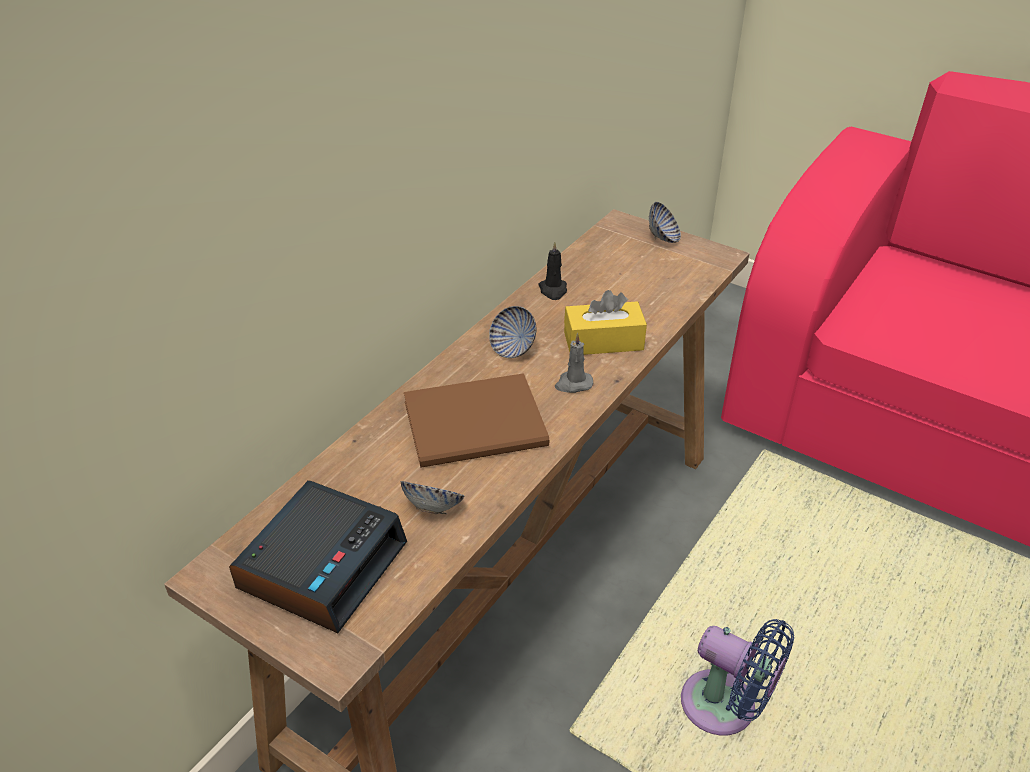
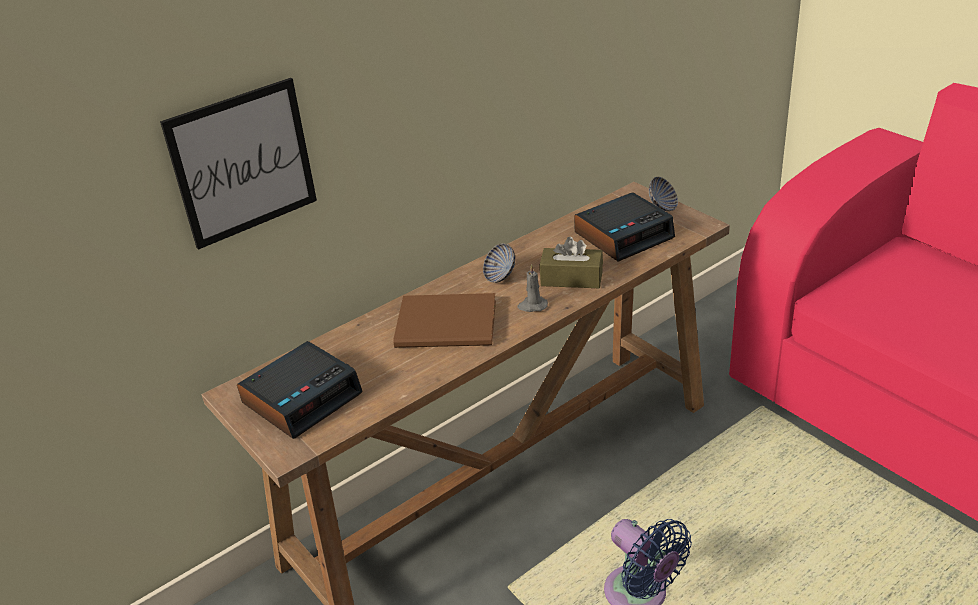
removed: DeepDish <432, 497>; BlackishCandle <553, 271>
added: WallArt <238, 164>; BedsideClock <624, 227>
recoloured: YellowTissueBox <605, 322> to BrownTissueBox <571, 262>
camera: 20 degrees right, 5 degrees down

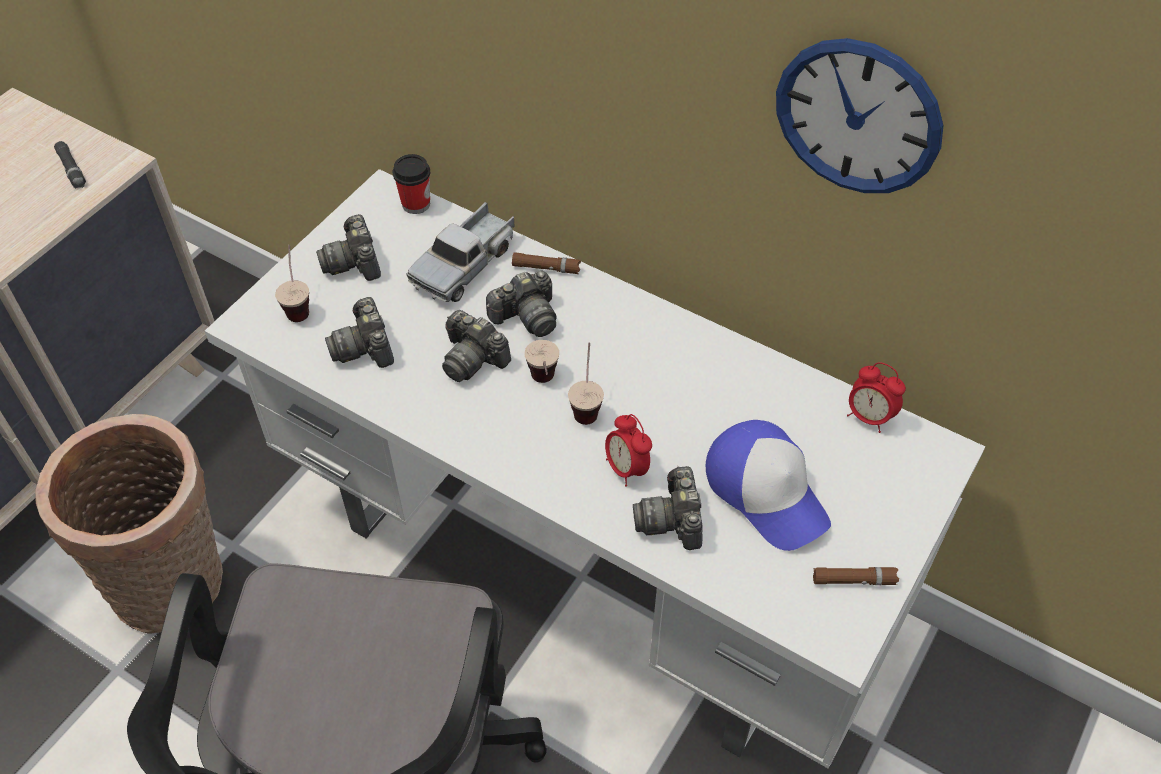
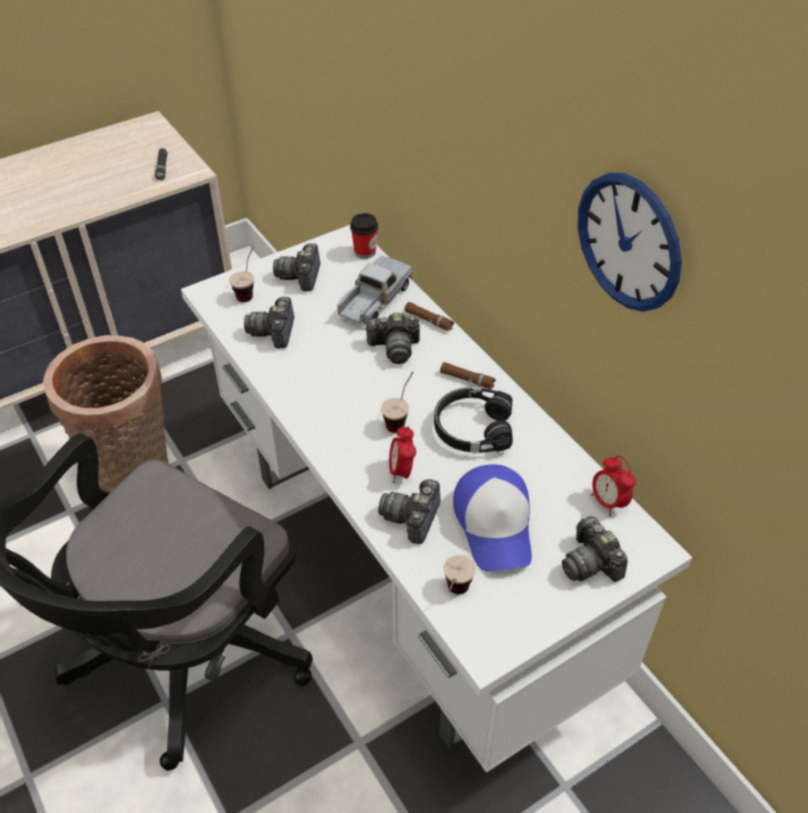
added: BlackishHeadset <473, 420>
moved: BrownTorch <856, 576> to <468, 376>; DrinkingCup <541, 361> to <459, 574>; PhotoCamera <476, 346> to <595, 549>
turned: ToyLorry <460, 252> = <375, 290> 150 degrees clockwise
camera: 25 degrees right, 5 degrees down

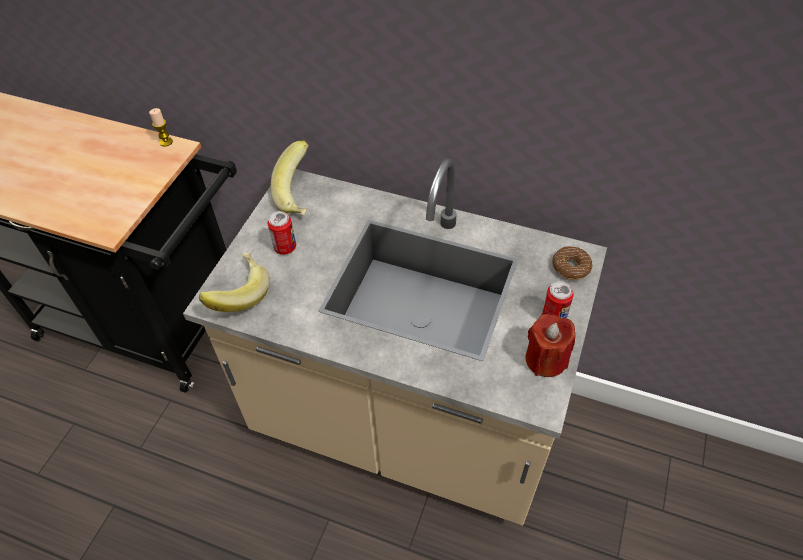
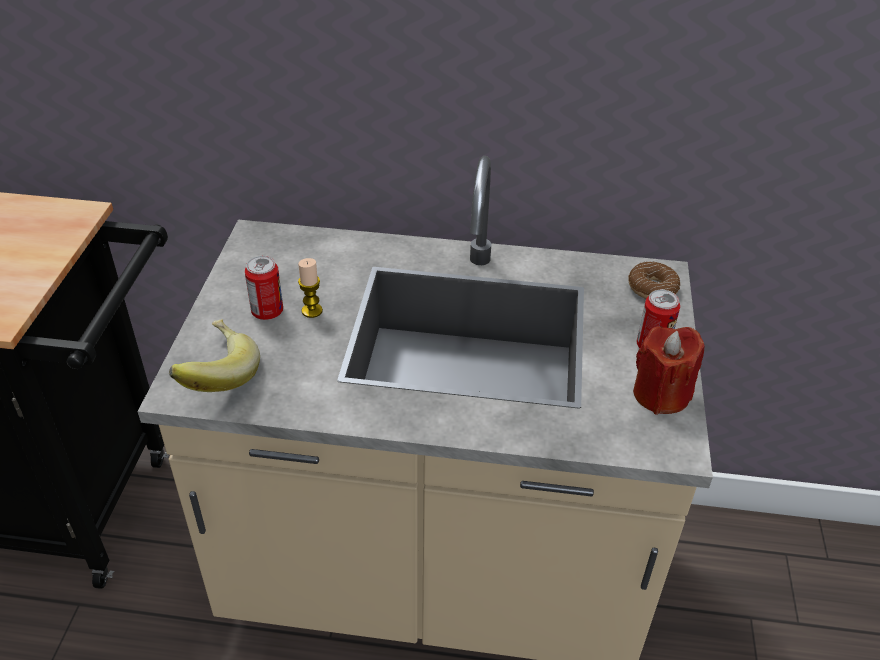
removed: WholeBanana <290, 178>
moved: Candle <161, 127> to <310, 288>
camera: 15 degrees left, 10 degrees down

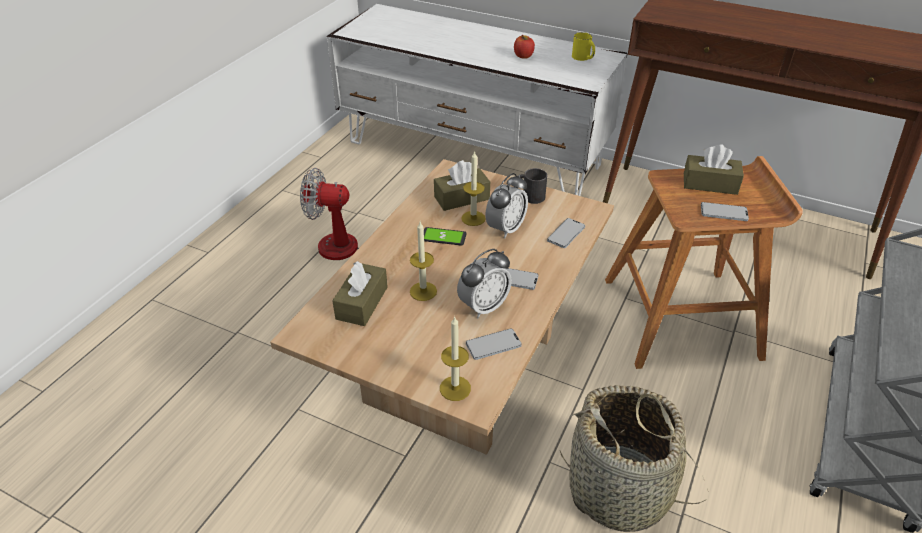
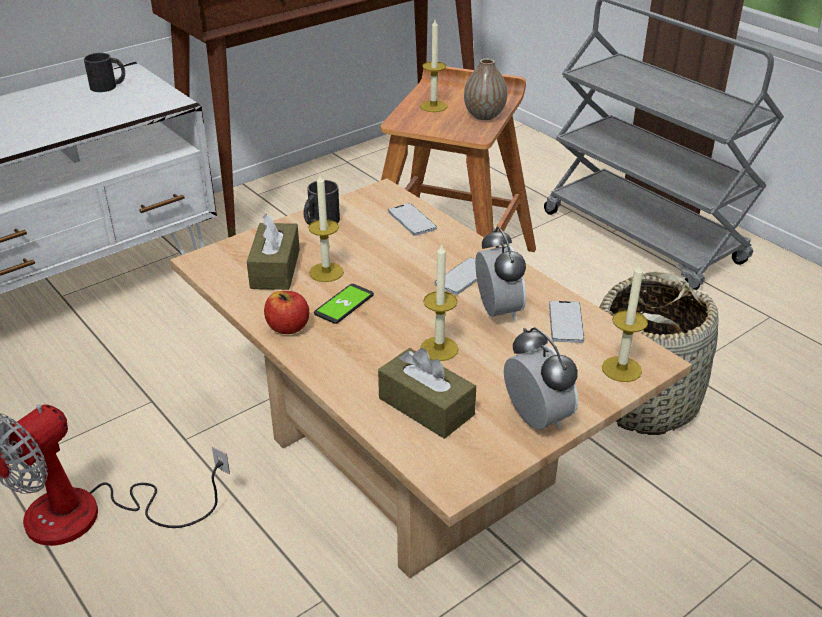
moved: WholeApple <524, 47> to <286, 312>; BedsideClock <507, 205> to <541, 378>
replaced: BrownTissueBox <714, 169> to Candle <433, 65>; Telephone <725, 211> to DecorativeVase <485, 89>
recoloured: YellowMug <583, 46> to BlackishMug <104, 72>
camera: 65 degrees left, 5 degrees down

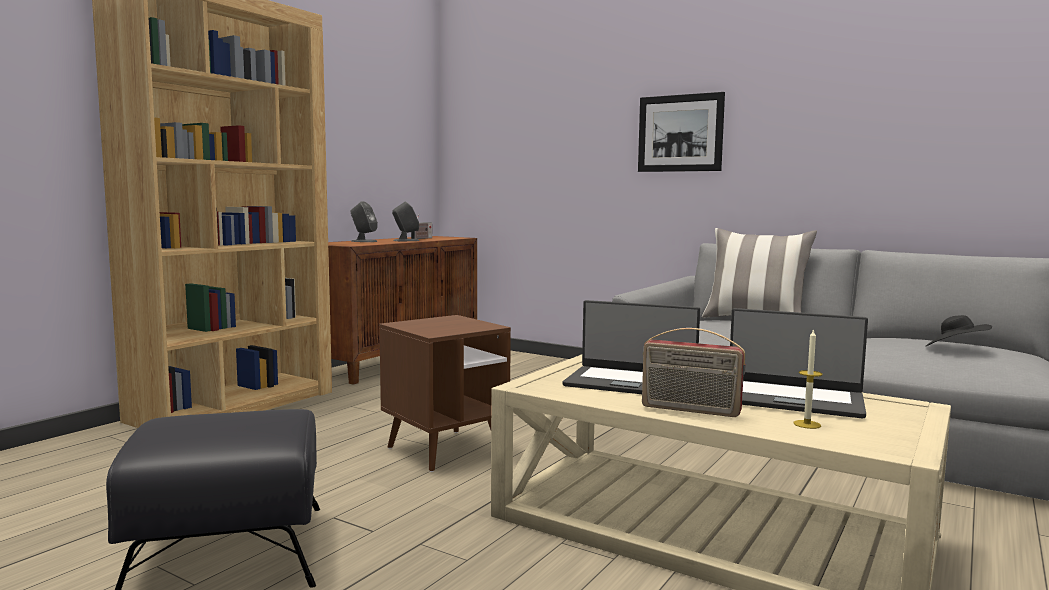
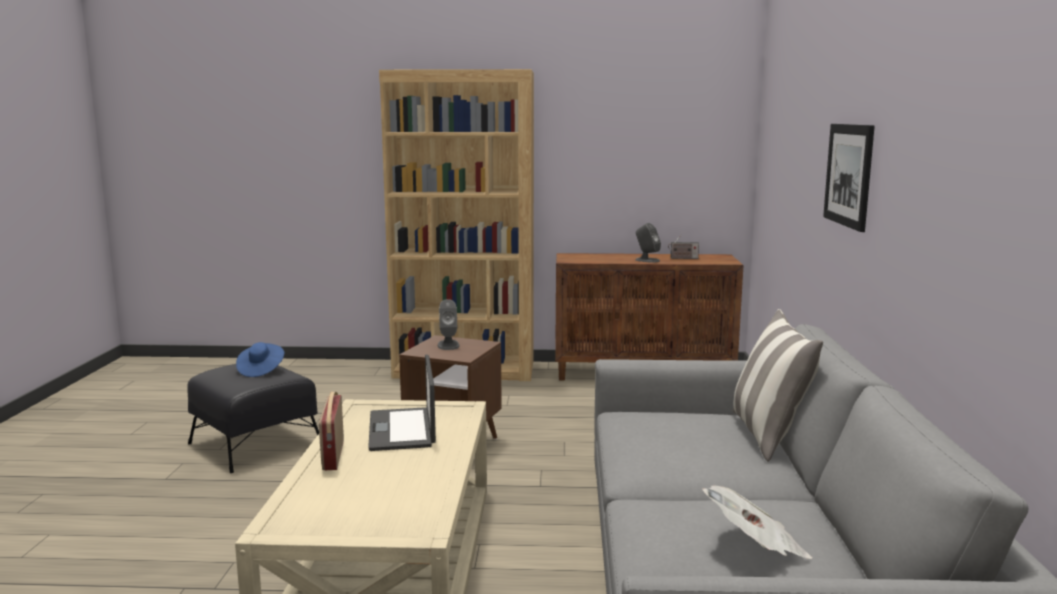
removed: NotebookComputer <799, 363>; Candle <808, 379>
added: BlueColouredWearableHat <260, 359>
moved: GreyAudioSpeaker <364, 221> to <448, 324>
replaced: BlackishWearableHat <959, 330> to PrintedPaper <757, 522>
camera: 60 degrees right, 5 degrees up

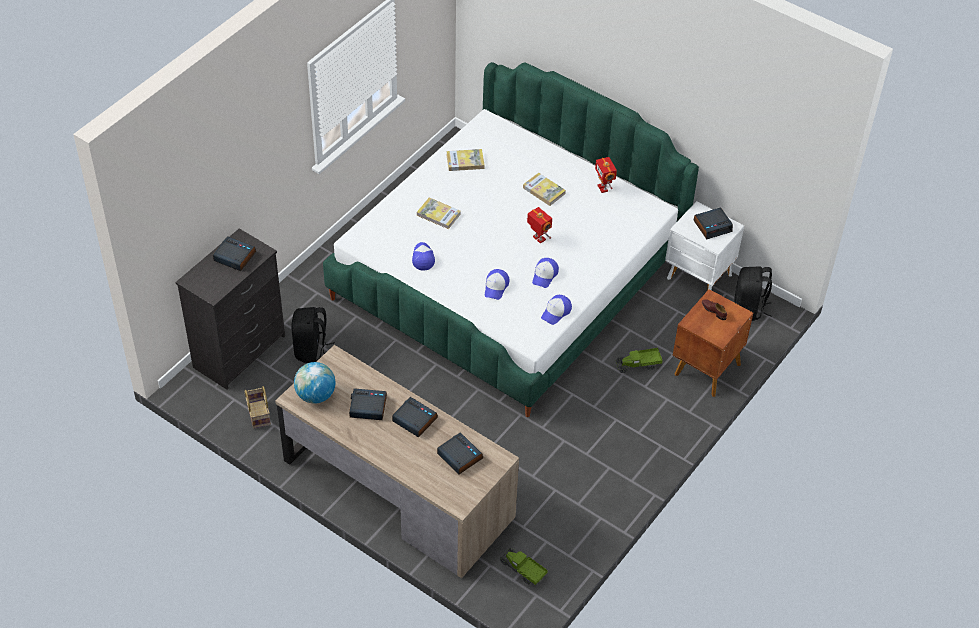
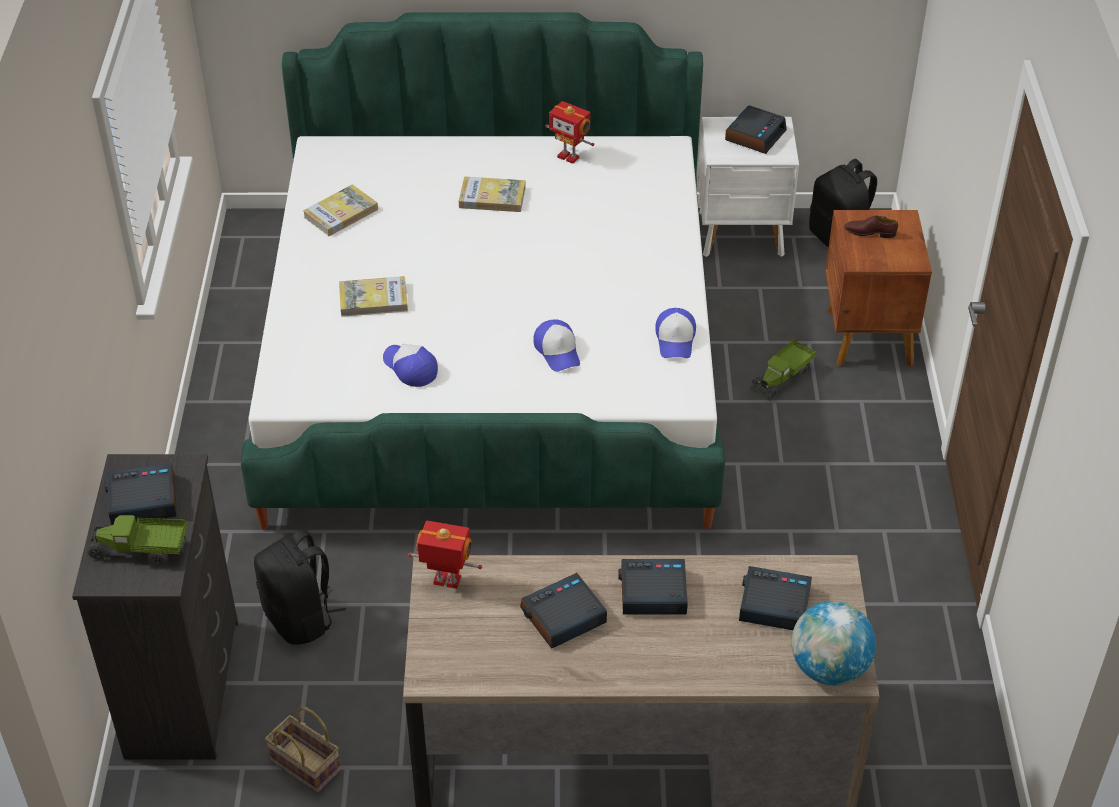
removed: Cap <545, 273>
moved: ToyLorry <524, 566> to <137, 540>; ModelRobot <539, 225> to <445, 555>; WorldGlobe <314, 383> to <833, 643>
camera: 35 degrees left, 5 degrees down

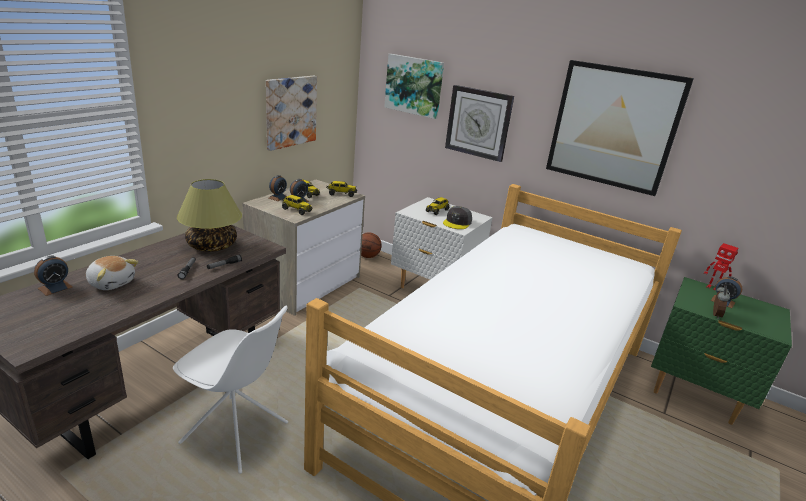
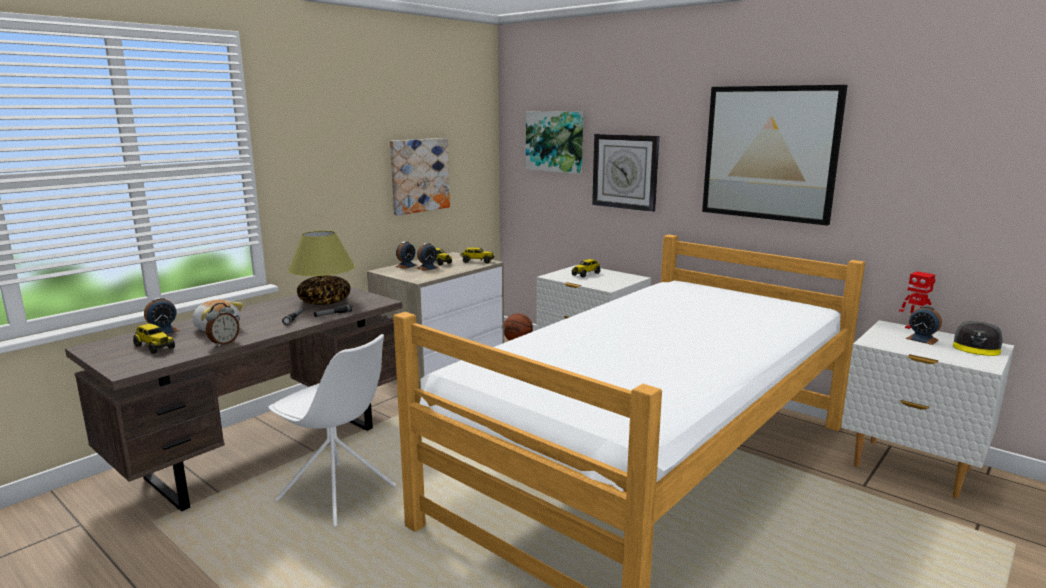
moved: ToyLorry <297, 205> to <154, 339>; BedsideClock <721, 302> to <222, 325>; GreyCap <457, 217> to <978, 338>
recoloured: GreenNightTable <721, 351> to WhiteNightTable <927, 409>
camera: 10 degrees right, 10 degrees down

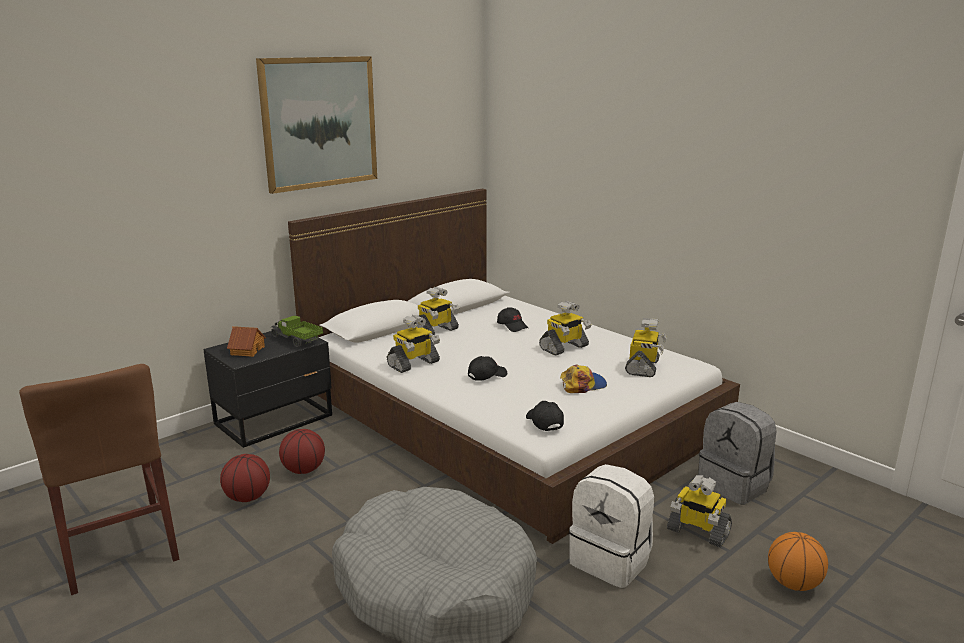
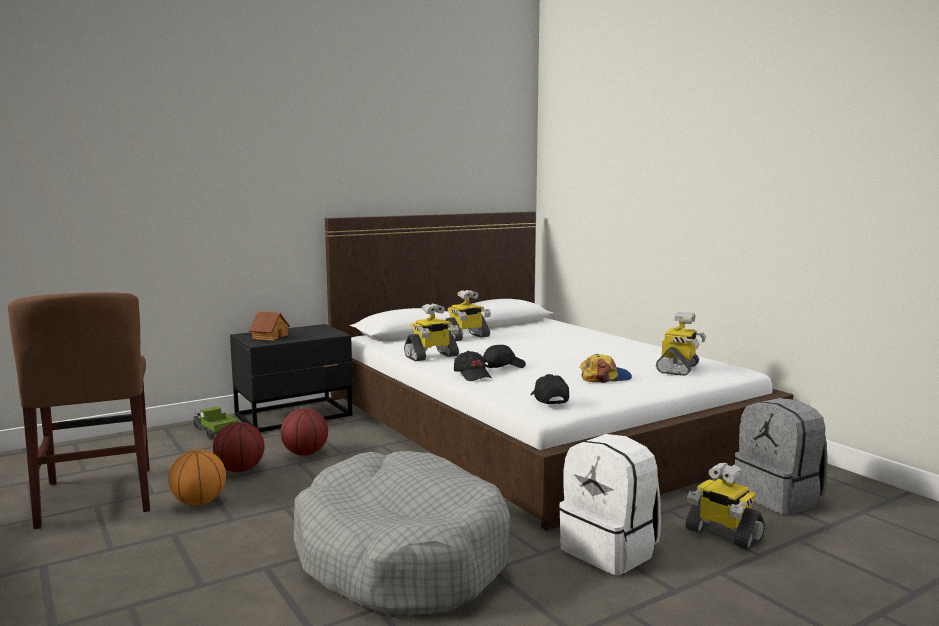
removed: WallArt <316, 125>; ModelRobot <565, 328>
moved: BallForBasketball <798, 561> to <197, 477>; ToyLorry <297, 331> to <215, 423>; BlackishCap <512, 319> to <473, 366>
camera: 10 degrees right, 10 degrees down

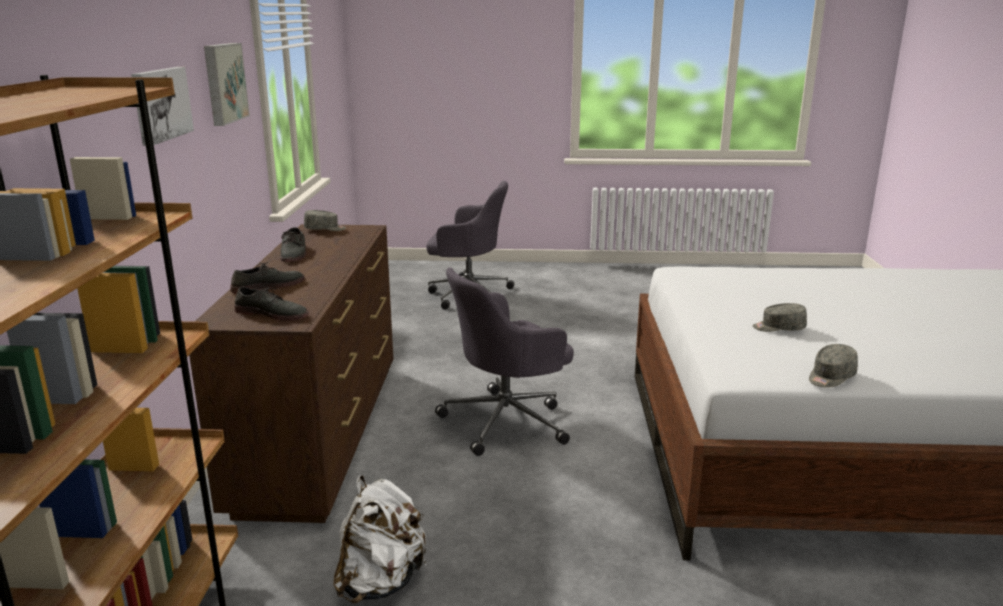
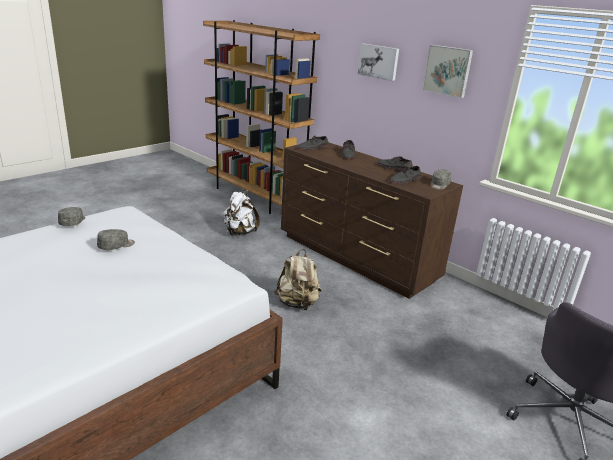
added: GreyLowShoe <405, 175>
replaced: GreyComputerChair <504, 362> to BeigeKnapsack <298, 279>
camera: 130 degrees right, 5 degrees up

